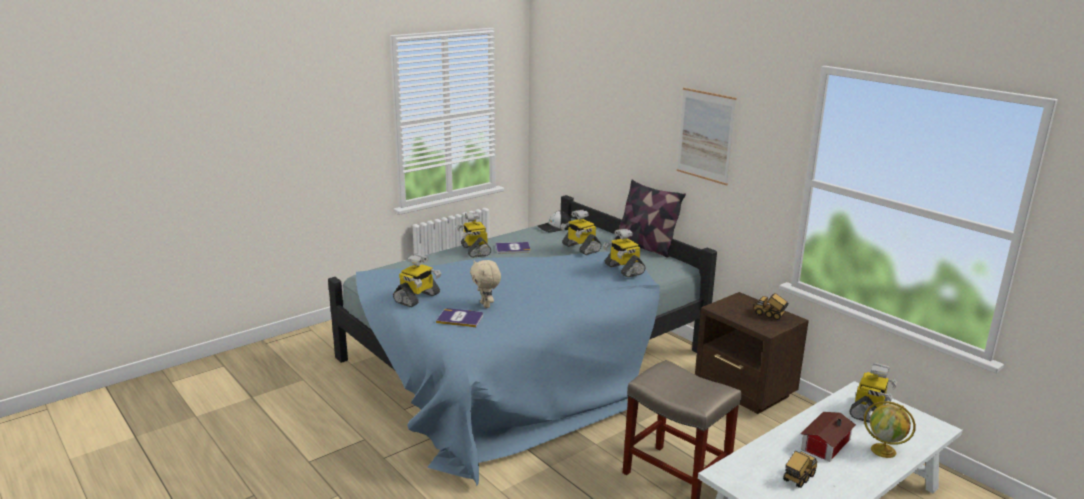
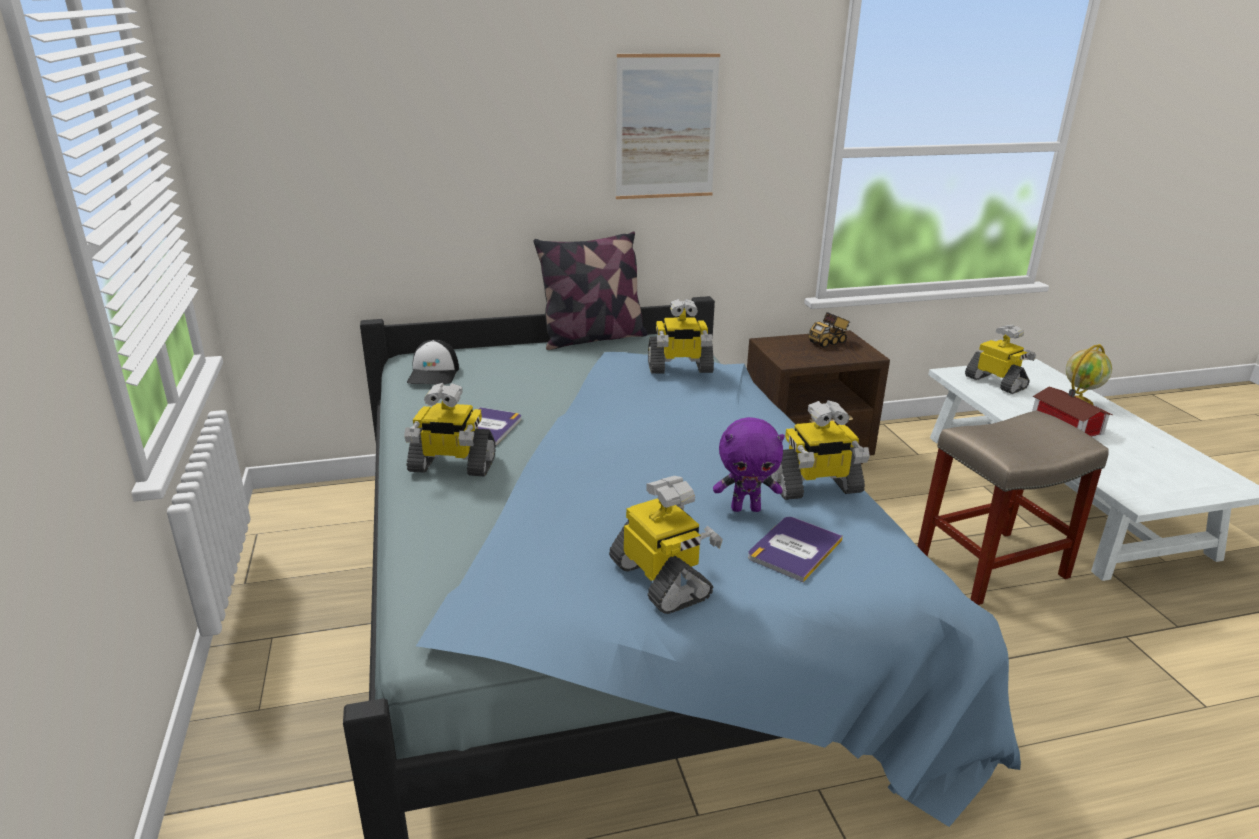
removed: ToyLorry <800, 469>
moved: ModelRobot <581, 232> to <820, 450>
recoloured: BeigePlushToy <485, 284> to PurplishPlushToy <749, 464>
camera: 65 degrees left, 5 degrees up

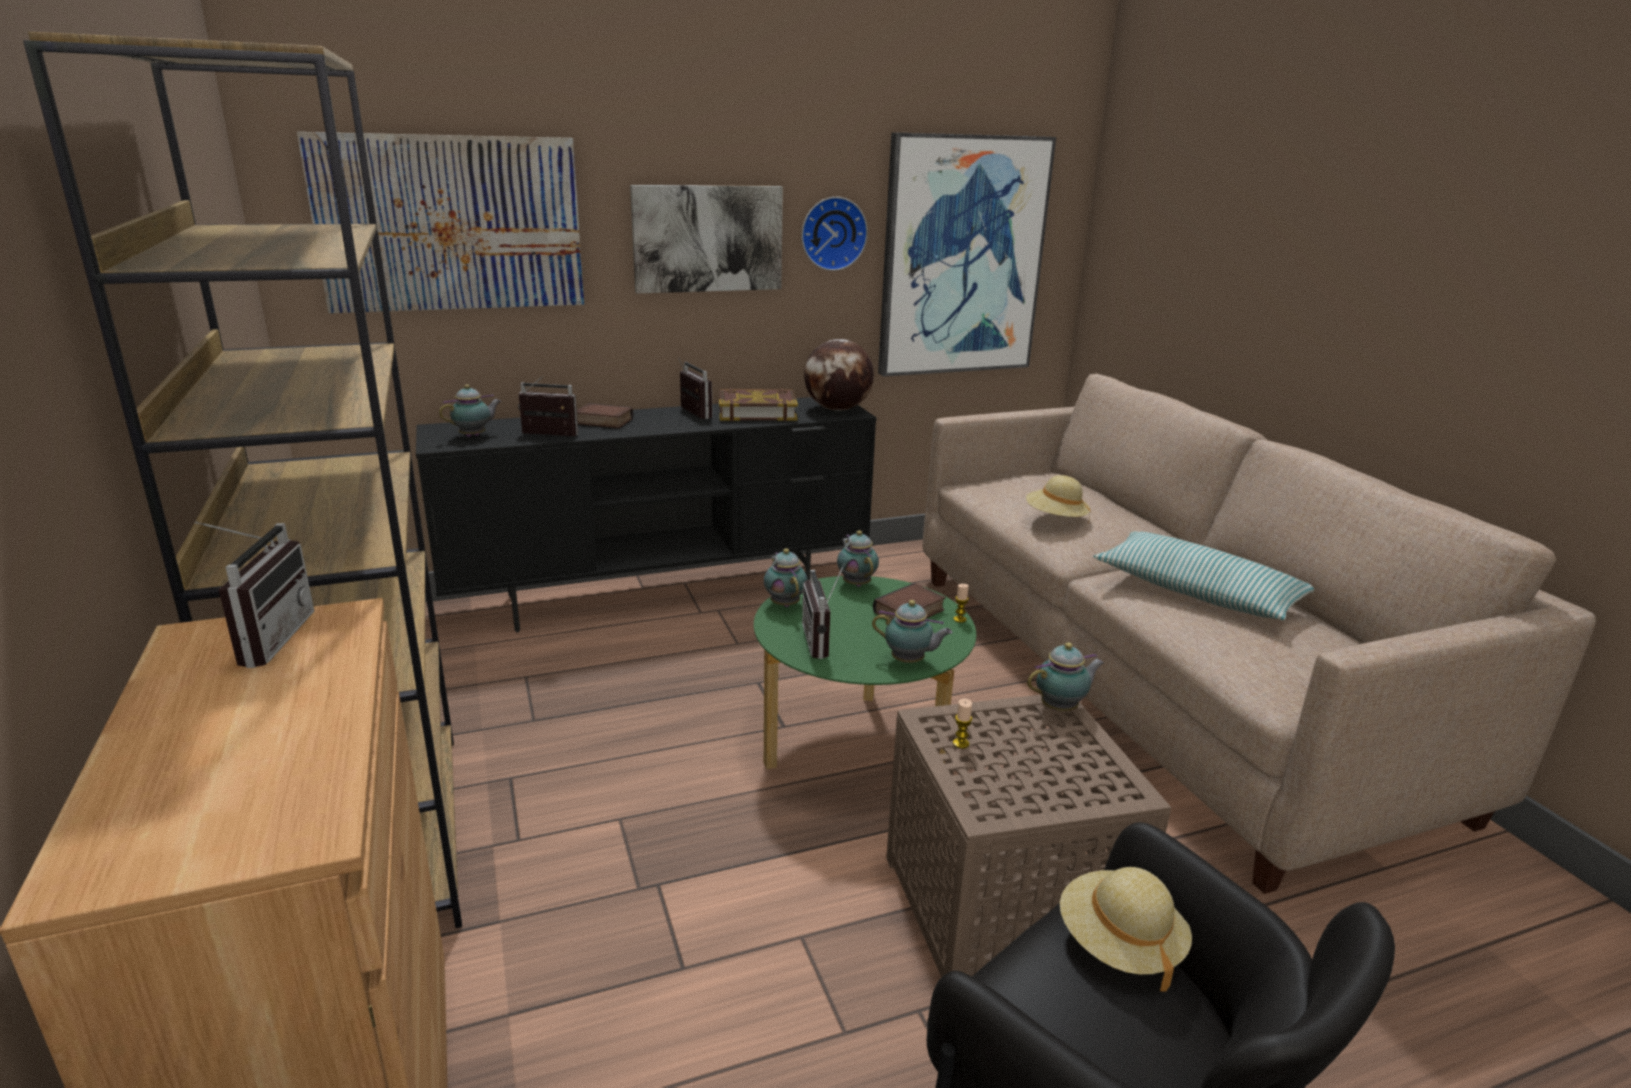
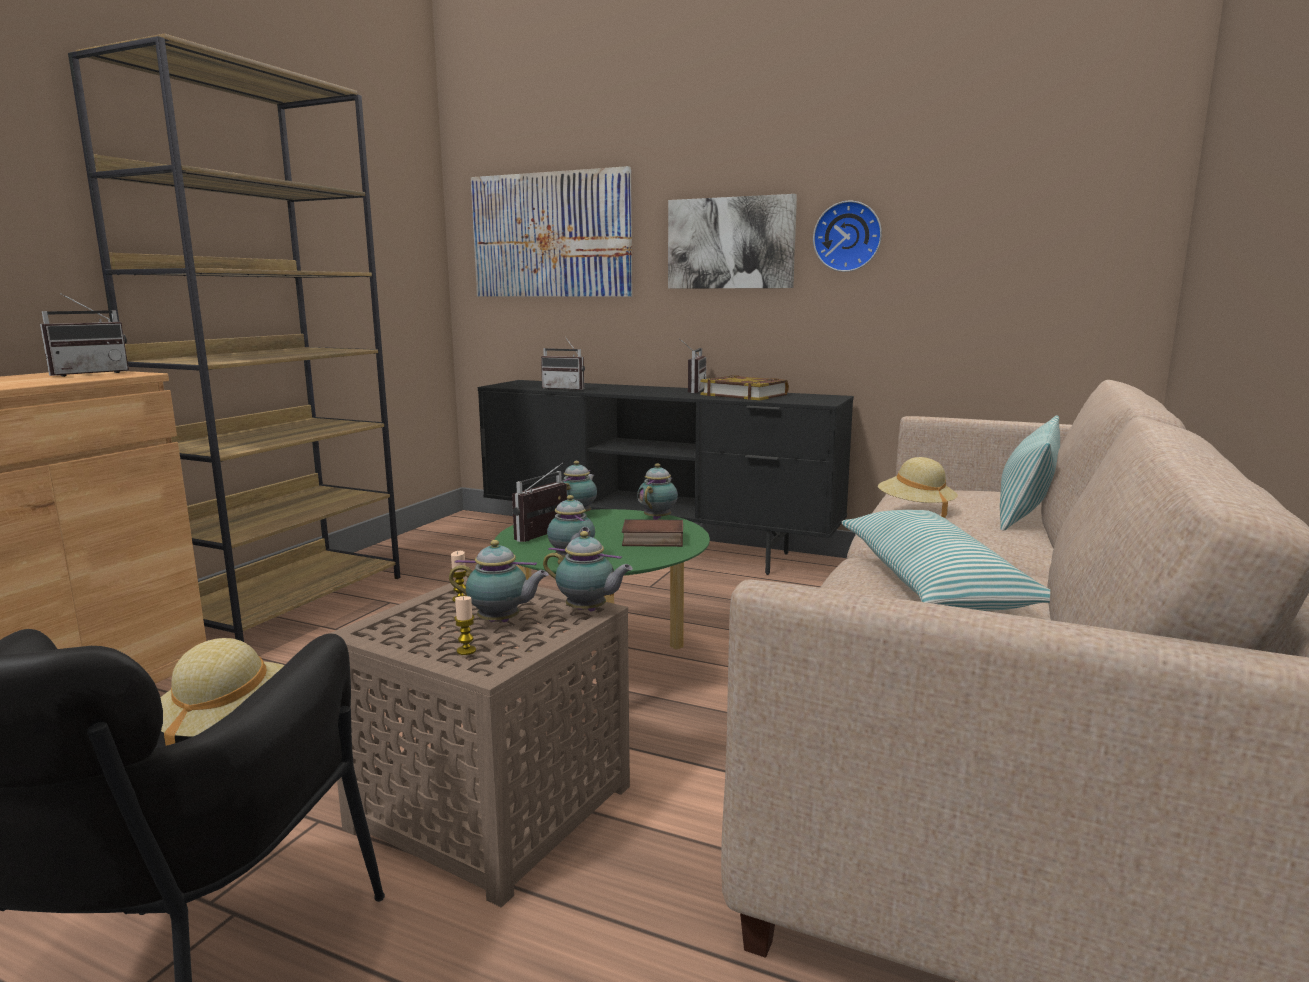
removed: Volume <605, 415>; WorldGlobe <839, 375>; WallArt <967, 254>
added: Cushion <1030, 473>
moved: PotForTea <470, 410> to <499, 581>; Candle <961, 603> to <465, 625>
turned: RadioReceiver <548, 406> = <563, 364> 150 degrees clockwise
camera: 45 degrees right, 10 degrees down

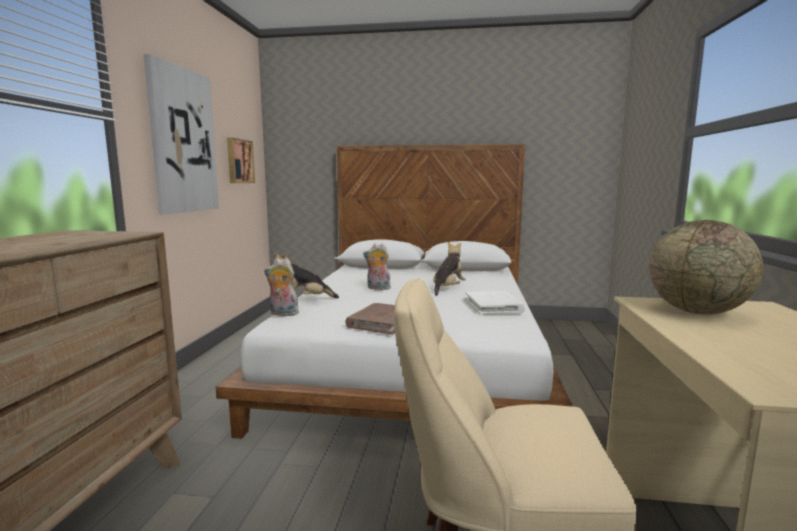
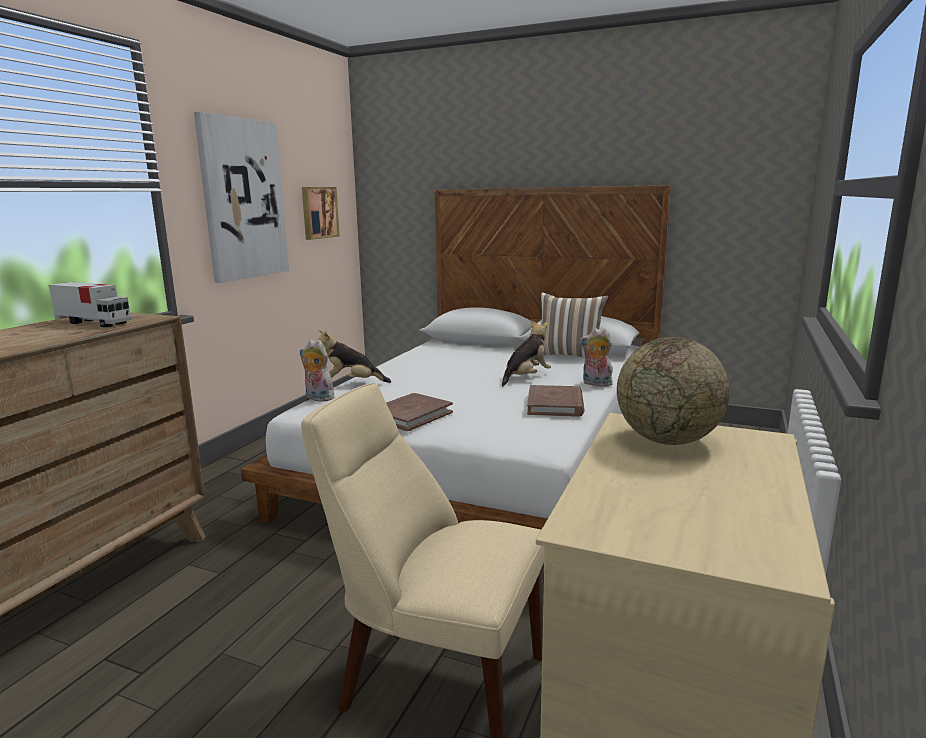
added: ToyLorry <90, 305>; Cushion <574, 324>
moved: PlushToy <377, 266> to <597, 357>
recoloured: WhiteVolume <495, 303> to BrownVolume <555, 401>
camera: 15 degrees right, 5 degrees up

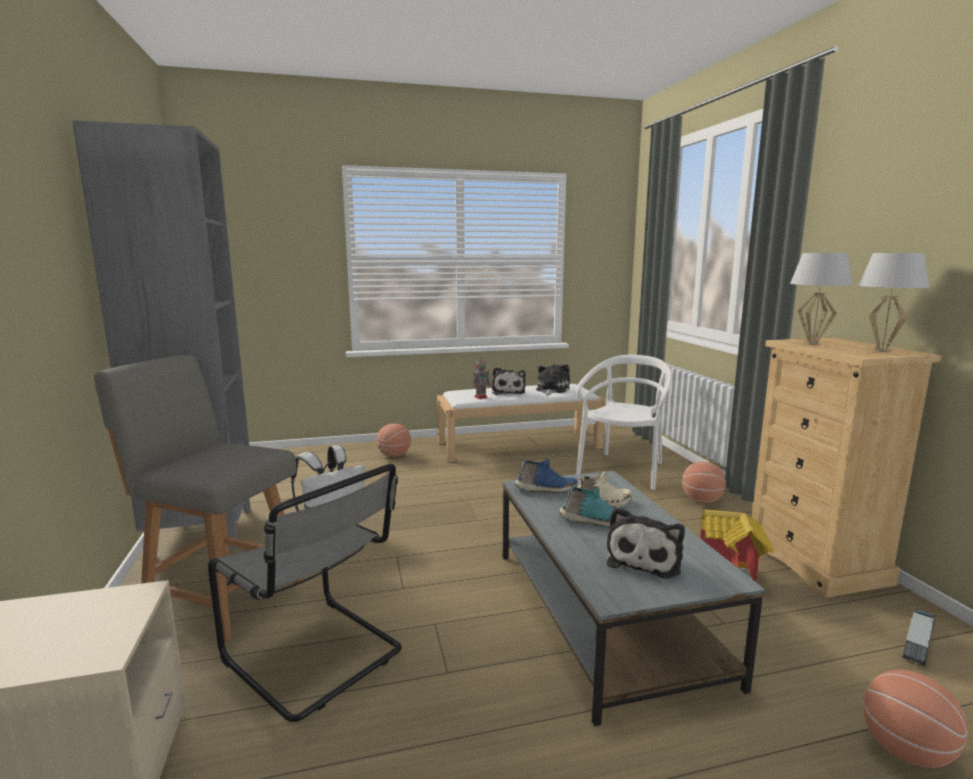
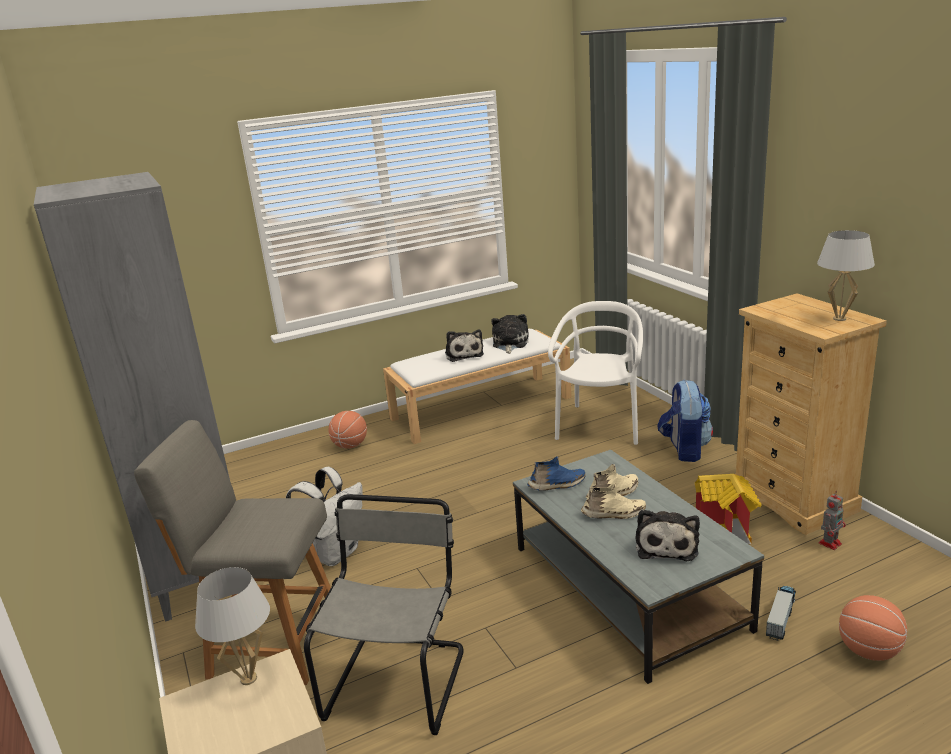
moved: WhiteTableLamp <821, 299> to <232, 626>; ToyLorry <919, 637> to <781, 613>; ModelRobot <481, 379> to <832, 521>
replaced: BallForBasketball <704, 482> to Knapsack <685, 421>
recoloured: TurquoiseColouredLowShoe <595, 507> to BeigeLowShoe <613, 501>
turned: GreyPlainChair <305, 593> = <384, 614> 105 degrees counterclockwise
camera: 10 degrees left, 10 degrees up

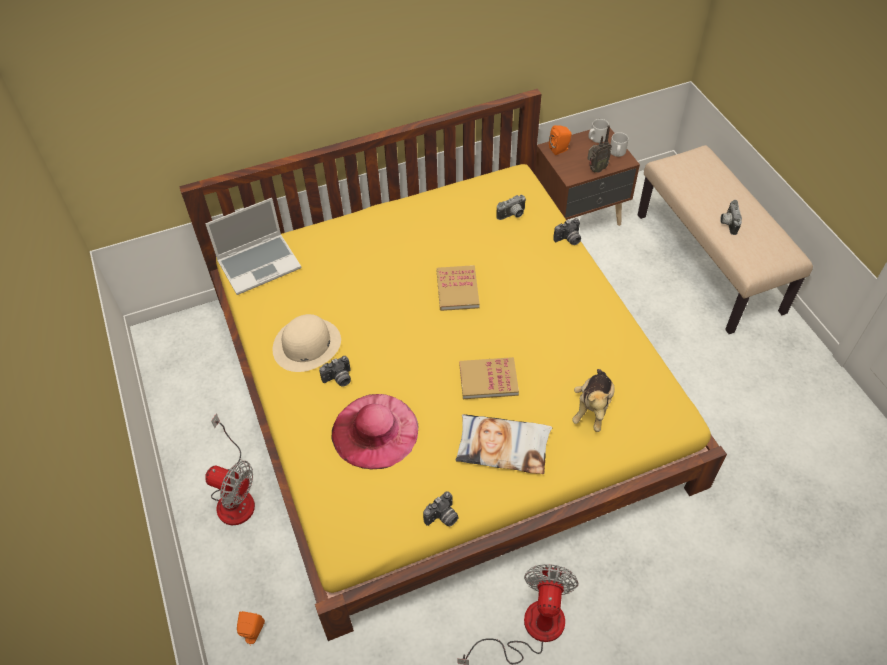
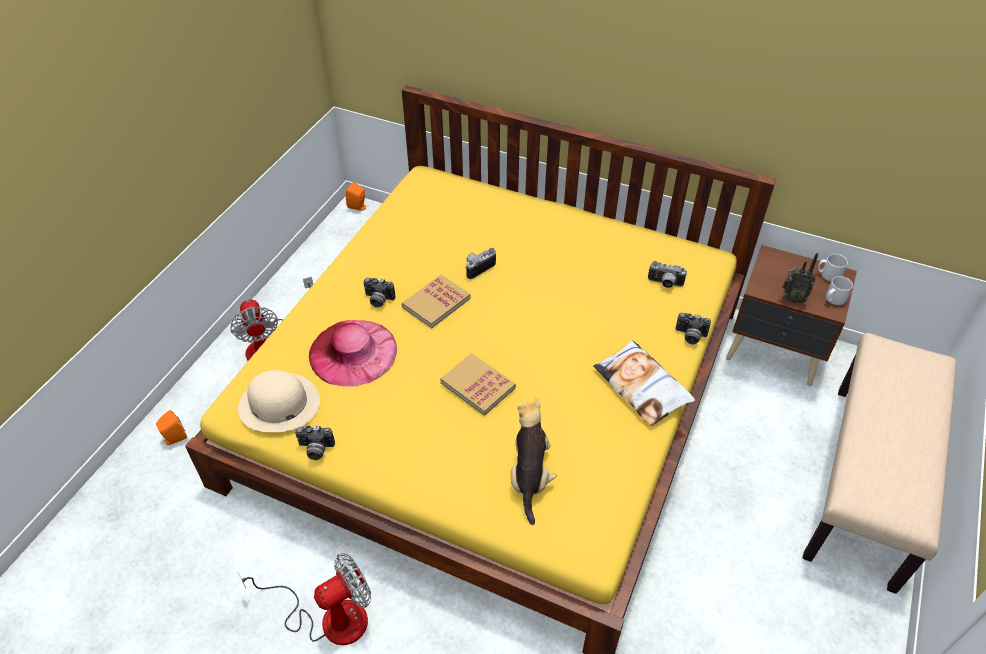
removed: NotebookComputer <253, 246>
moved: BeigeWearableHat <307, 343> to <279, 401>; OrangeColouredAudioSpeaker <560, 140> to <356, 196>; Volume <457, 288> to <436, 301>; PhotoCamera <731, 217> to <480, 263>; Cushion <503, 444> to <644, 383>
turned: PlushToy <593, 400> = <534, 461> 120 degrees clockwise
camera: 45 degrees right, 5 degrees down

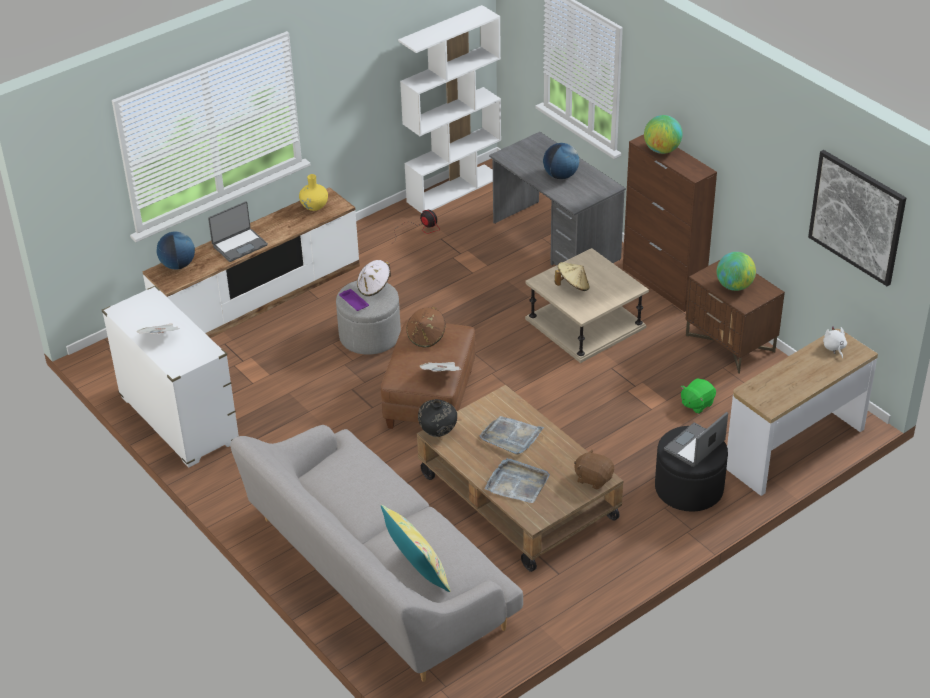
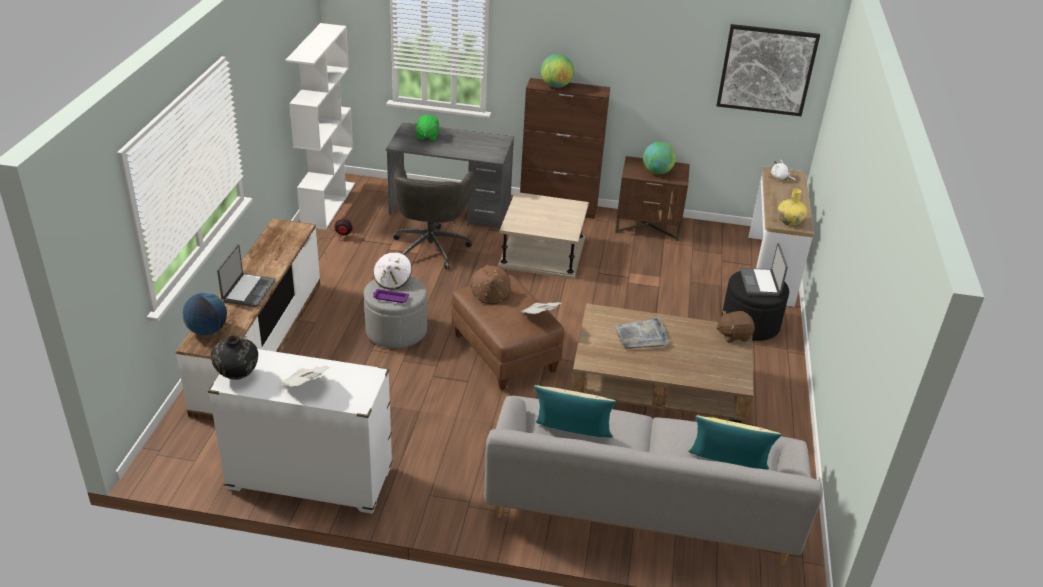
removed: GreyServingTray <517, 480>; WorldGlobe <561, 161>; BeigeWearableHat <572, 276>
added: GreyComputerChair <433, 216>; BeigeCushion <575, 411>
moved: BlackishDecorativeVase <437, 418> to <234, 358>; GreenPlushToy <698, 396> to <426, 128>; YellowDecorativeVase <313, 192> to <792, 207>
camera: 45 degrees left, 5 degrees down

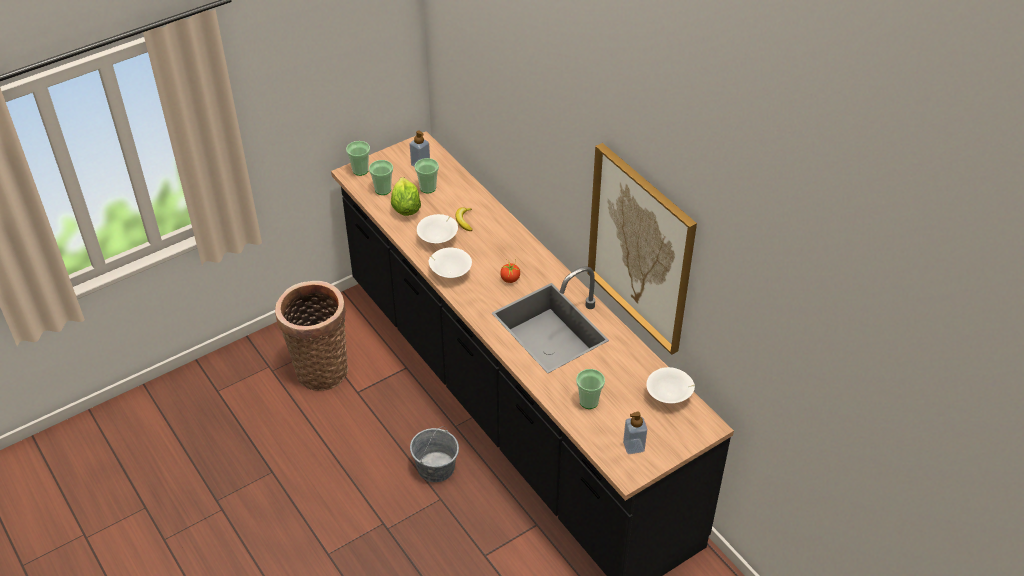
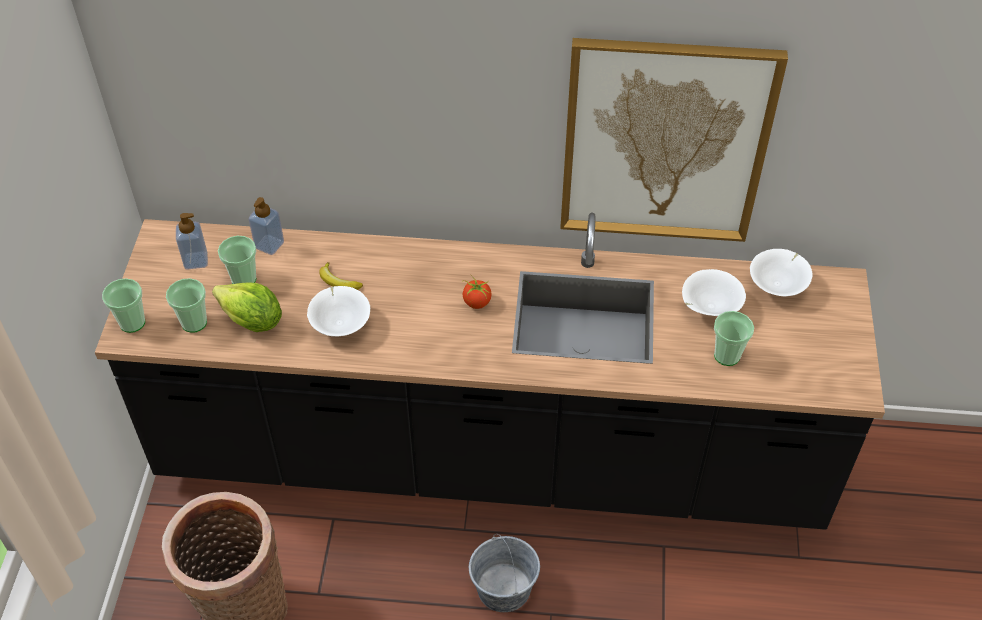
moved: SoapBottle <635, 433> to <266, 226>; WhiteDeepDish <450, 262> to <714, 292>
camera: 50 degrees left, 5 degrees up

